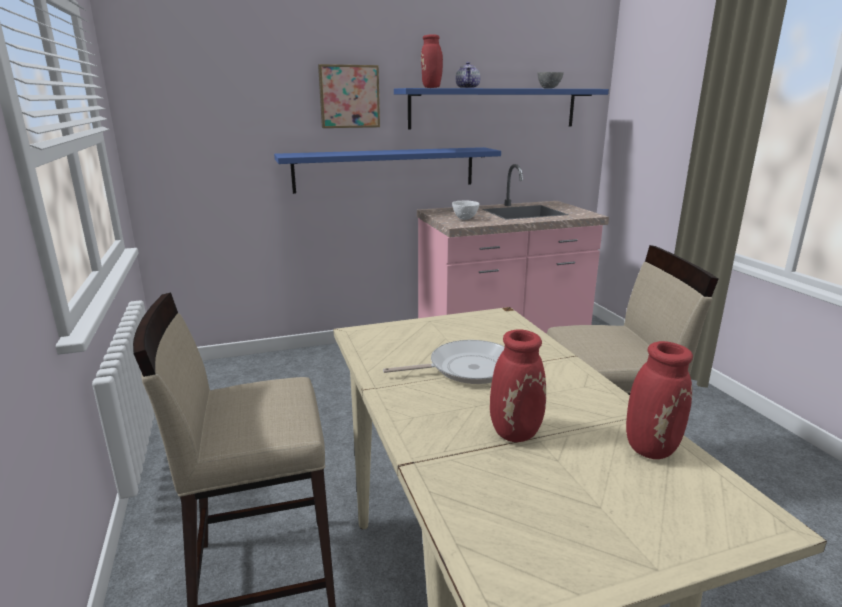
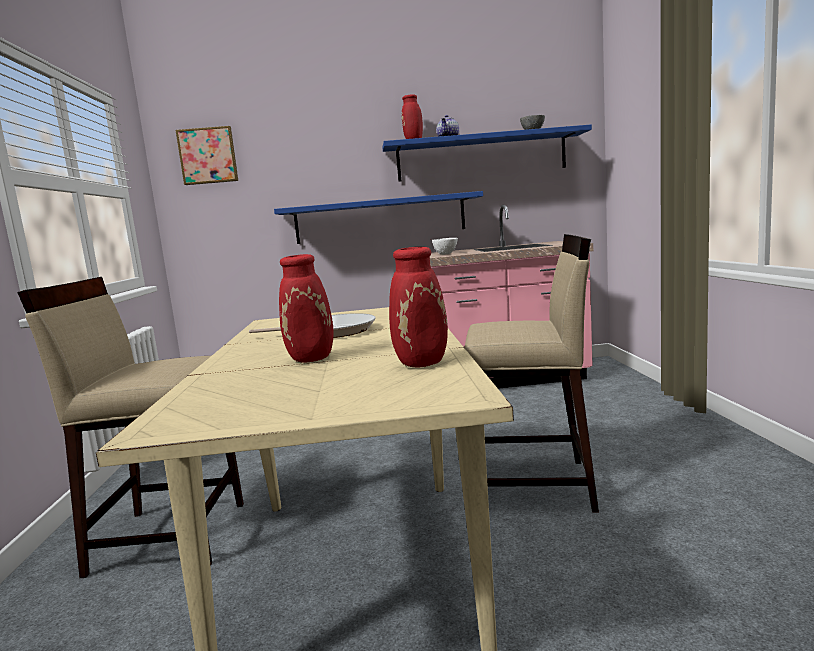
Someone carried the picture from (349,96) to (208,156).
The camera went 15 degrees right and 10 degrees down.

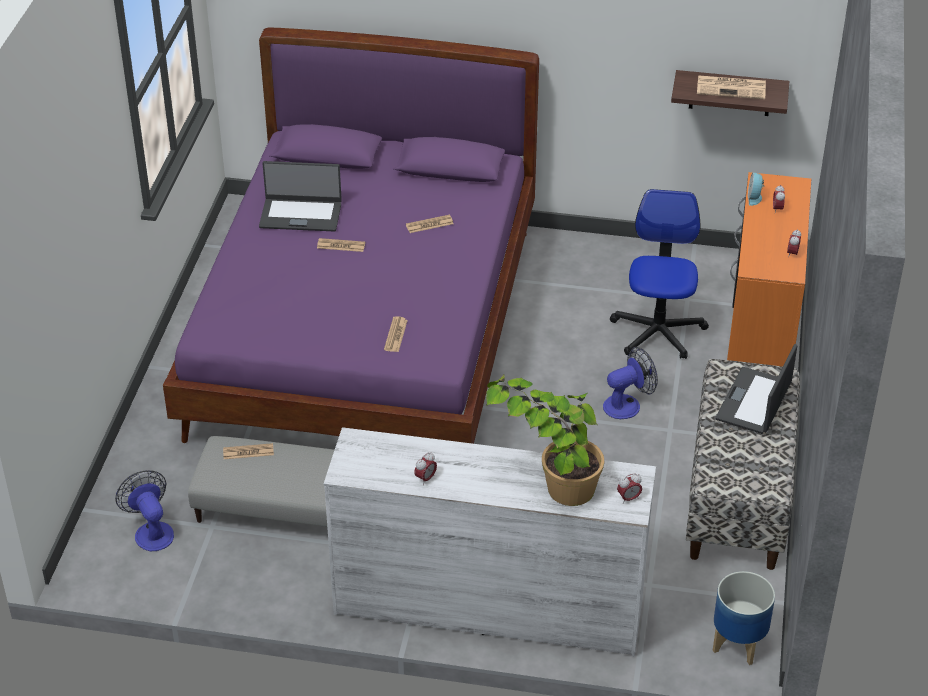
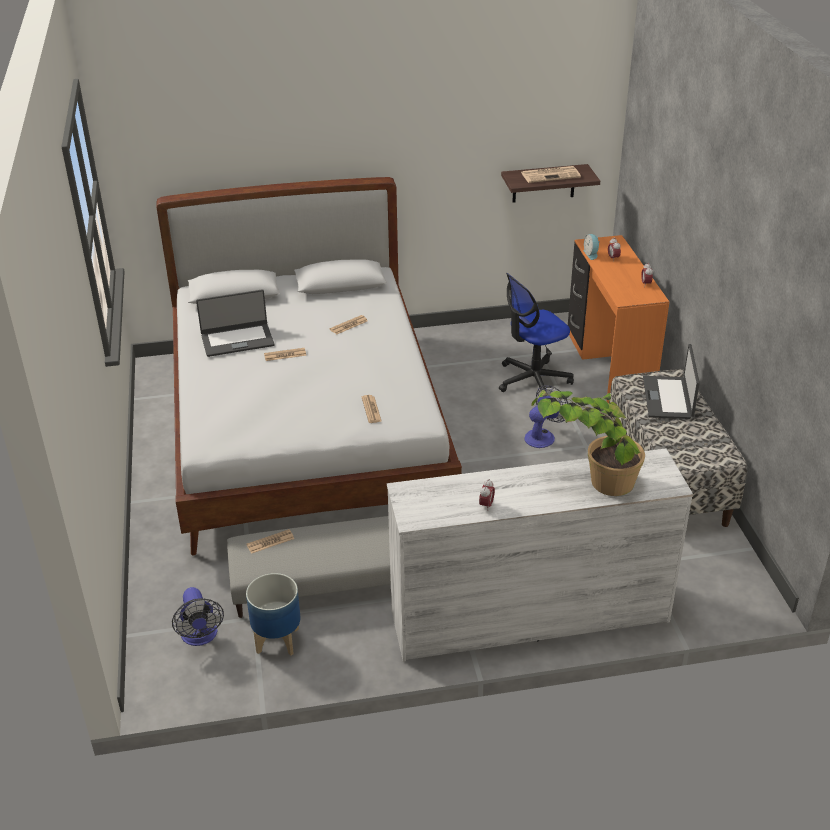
Someone took away the bedside clock at (628,498).
Someone carried the flower pot from (738,643) to (277,640).
Someone repainted the bedroom bed in purplish at (367,334), which became the bedroom bed in whitish at (307,433).
Someone rotated the electric fan at (151,531) by 150 degrees counterclockwise.
Someone rotated the office chair at (658,332) by 105 degrees counterclockwise.
The camera went 20 degrees left and 5 degrees down.

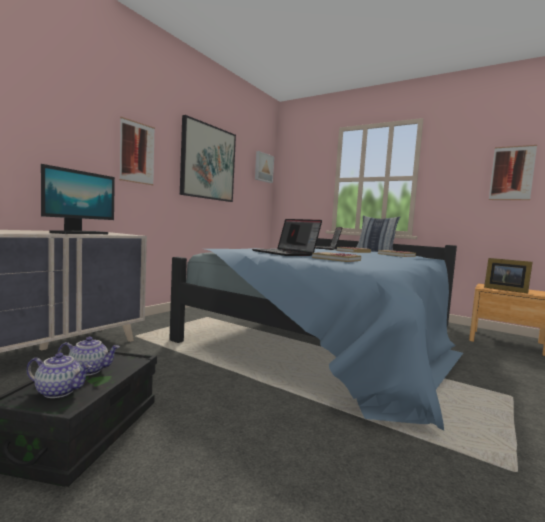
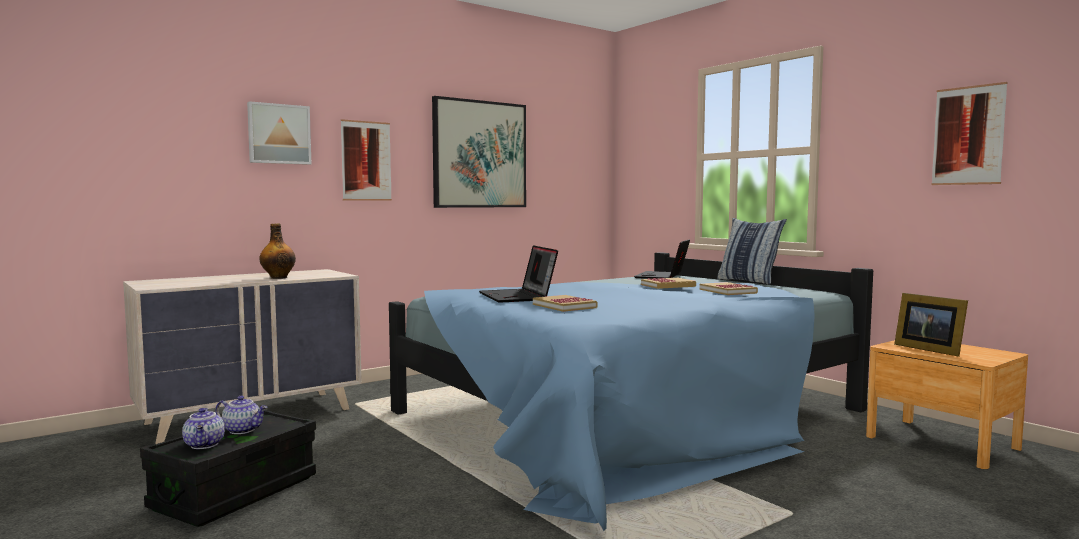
Someone carried the picture from (263,167) to (279,134).
Someone swapped the computer display at (80,233) for the drink bottle at (278,277).
Someone rotated the pot for tea at (60,391) by 45 degrees clockwise.
The camera went 20 degrees right and 0 degrees up.

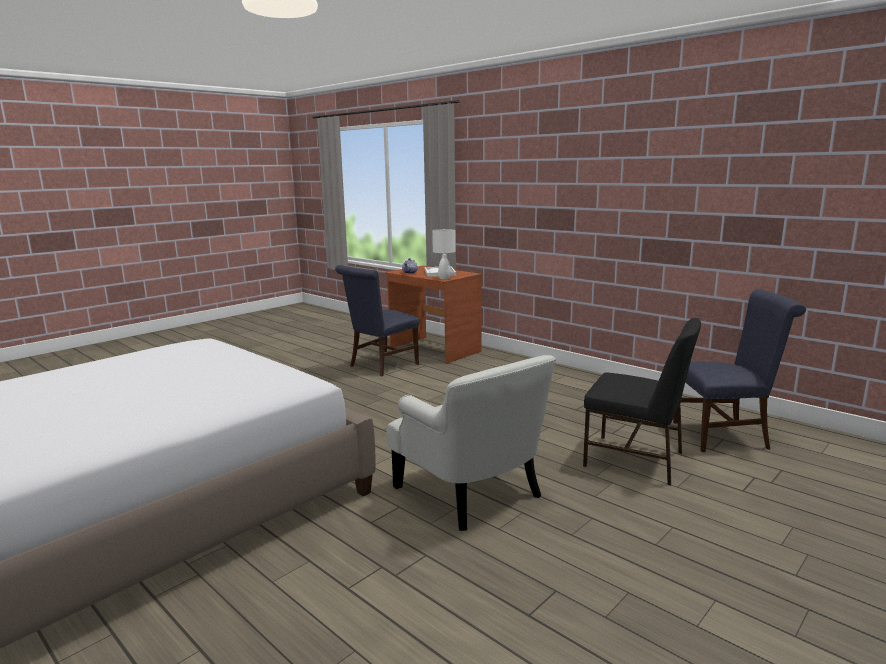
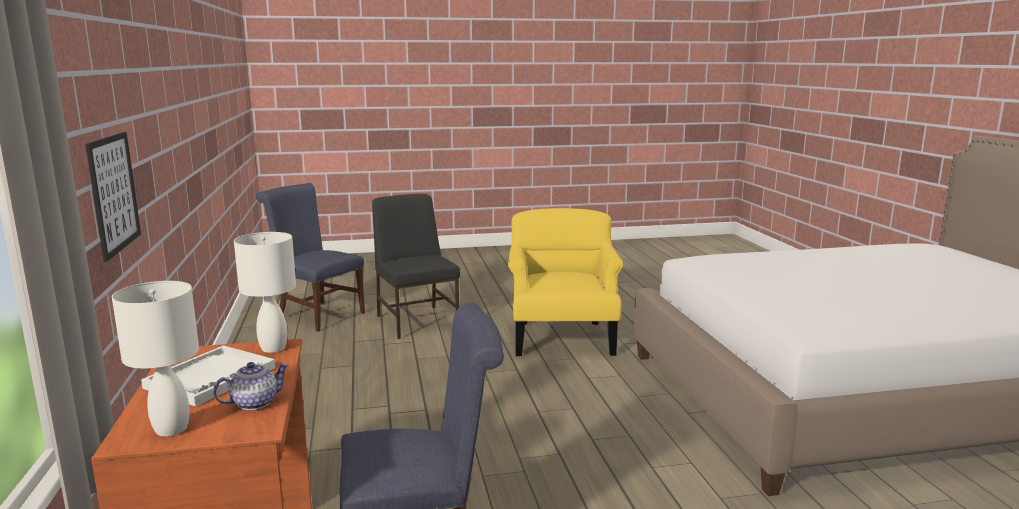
Someone put up the picture at (114,193).
Someone put down the lamp for a table in whitish at (170,429).
Someone repainted the easy chair in whitish at (472,491), which became the easy chair in yellow-coloured at (562,337).
The camera went 145 degrees left and 0 degrees up.

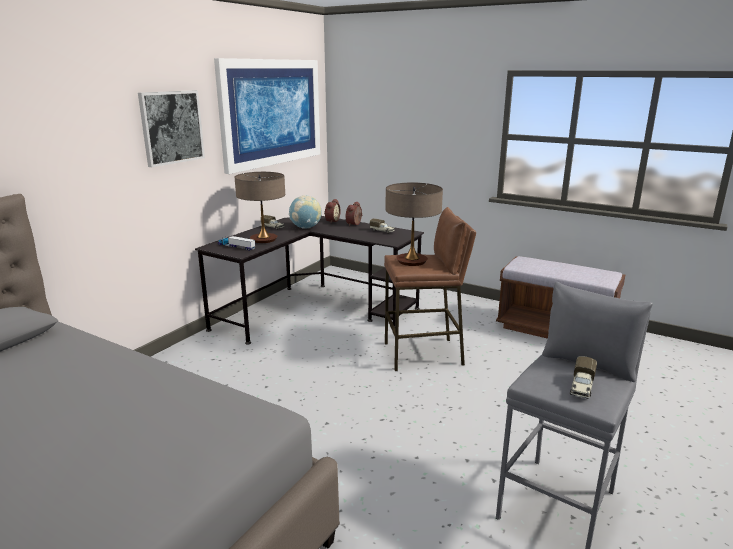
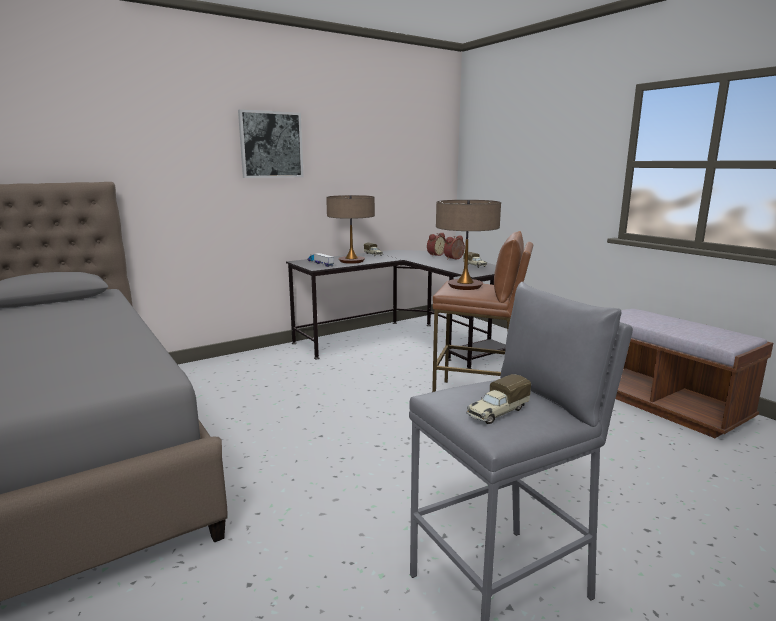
Someone took away the picture at (272,112).
Someone took away the globe at (306,228).
The camera went 25 degrees right and 5 degrees down.

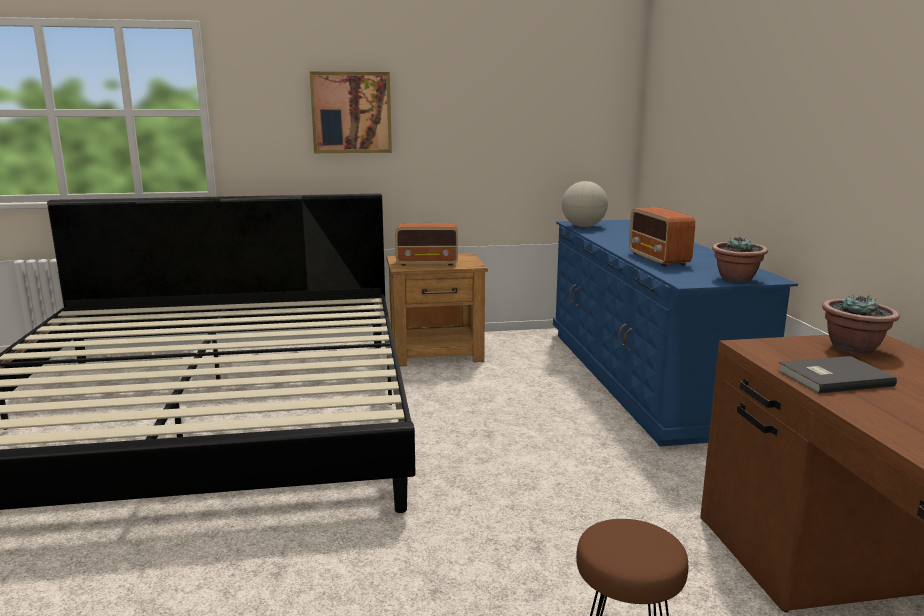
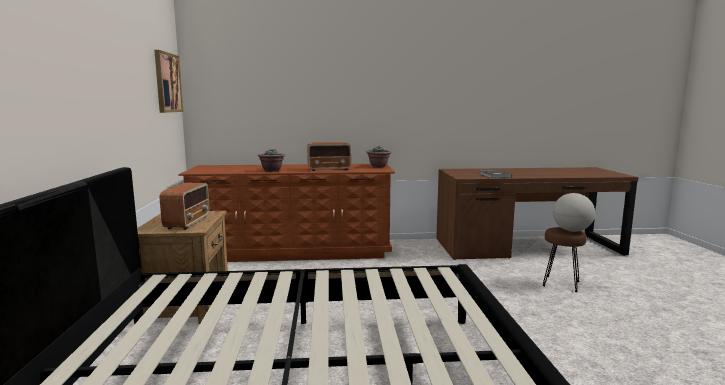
Someone carried the picture from (351,112) to (167,83).
Someone carried the globe from (583,226) to (571,231).
Someone carried the plant in a pot from (853,348) to (272,170).
Someone repainted the drawer chest in bluish at (641,378), which became the drawer chest in brownish at (293,251).
The camera went 85 degrees left and 5 degrees down.

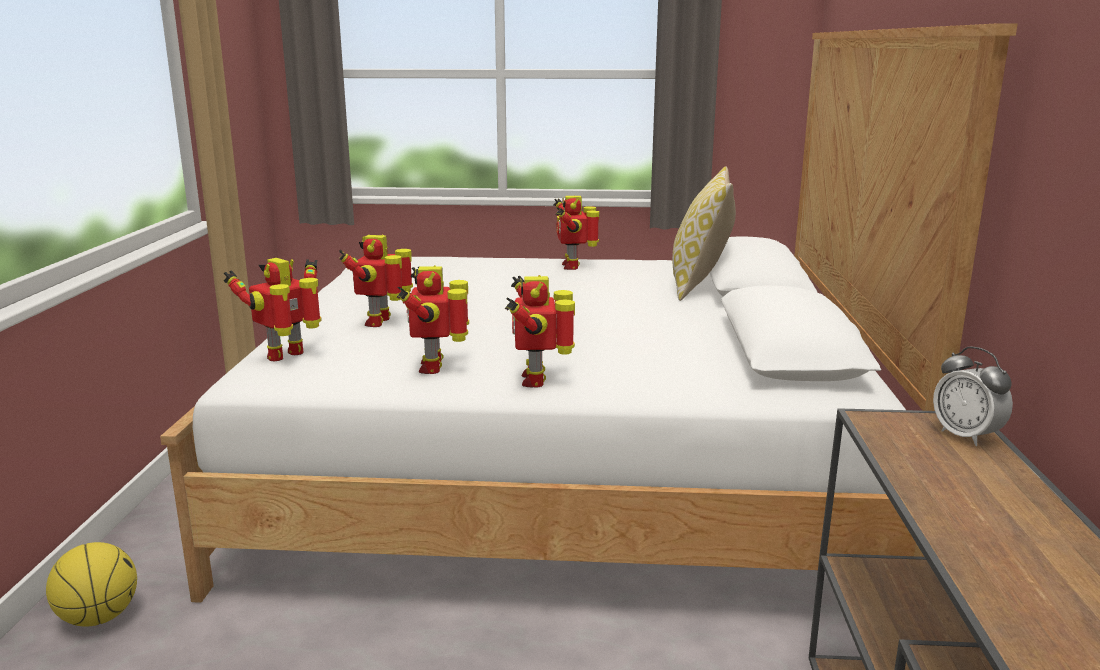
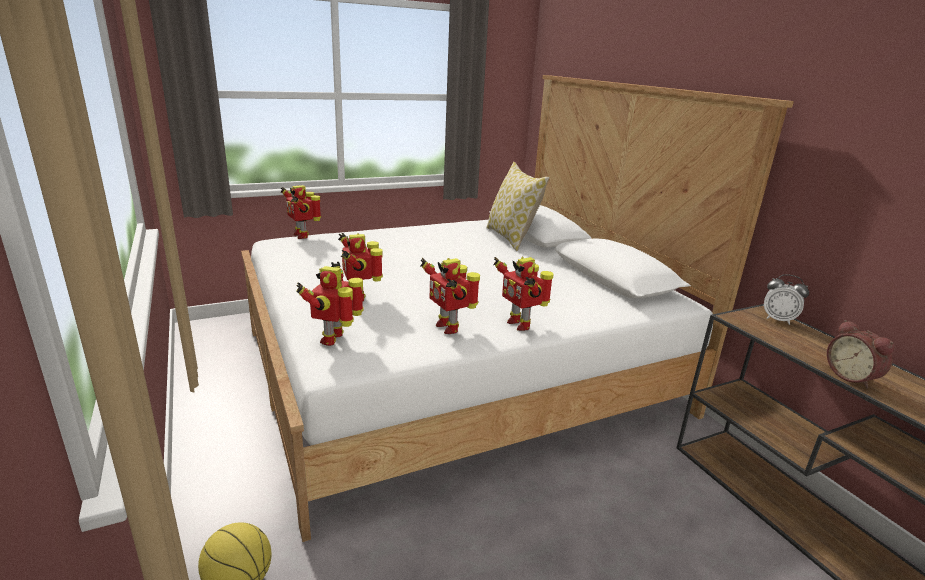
Someone put down the bedside clock at (852,377).
Someone carried the toy robot from (573,266) to (302,235).
The camera went 30 degrees left and 5 degrees up.

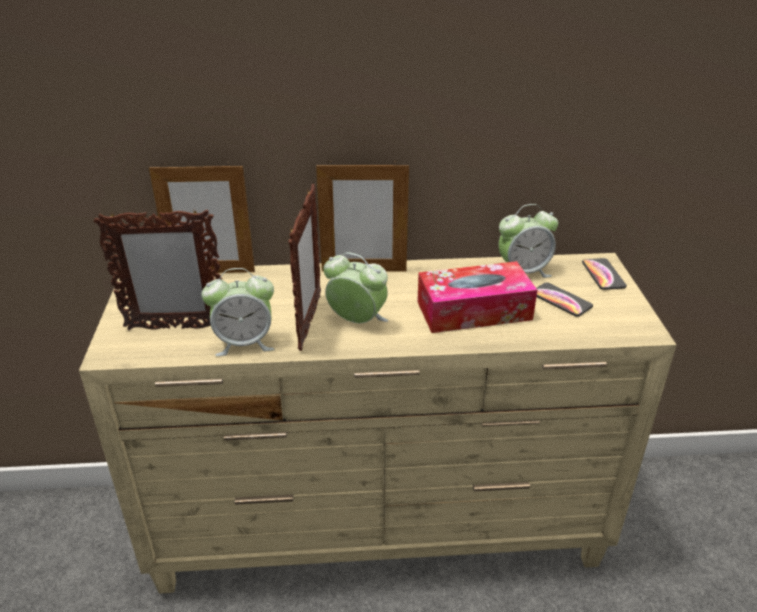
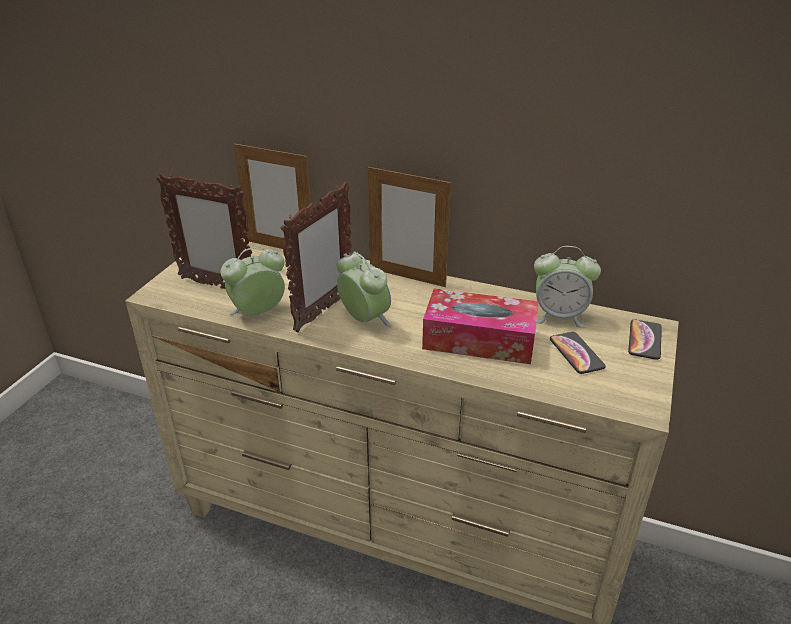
Someone rotated the bedside clock at (244,343) by 135 degrees clockwise.
The camera went 25 degrees right and 0 degrees up.

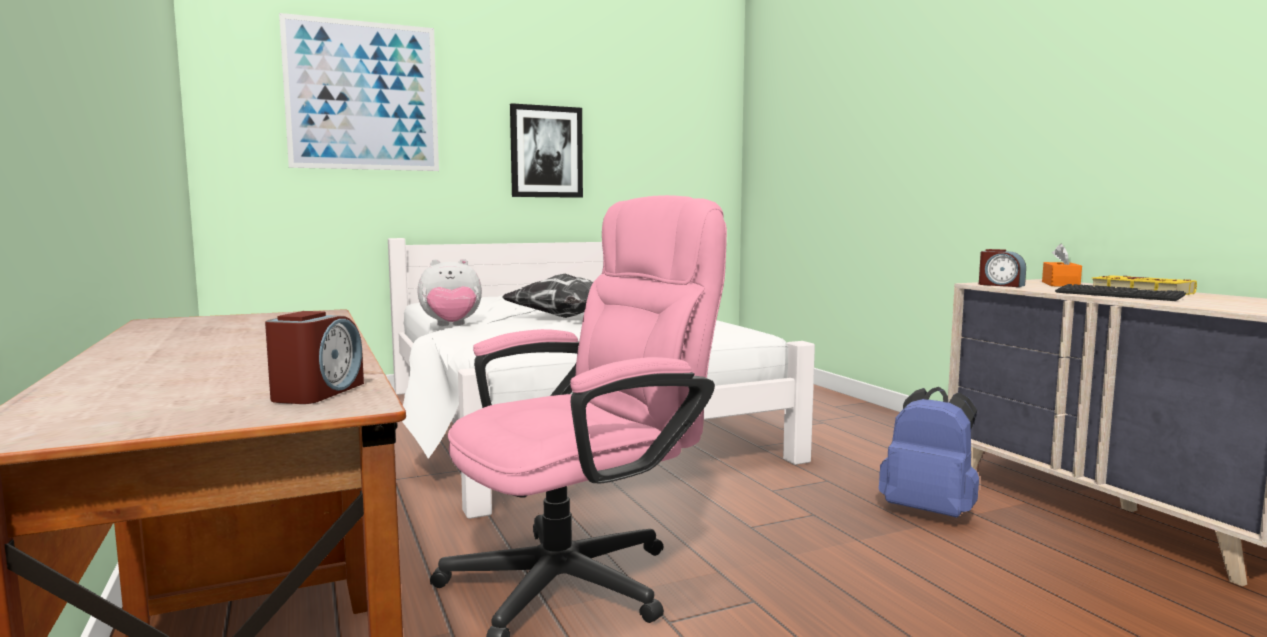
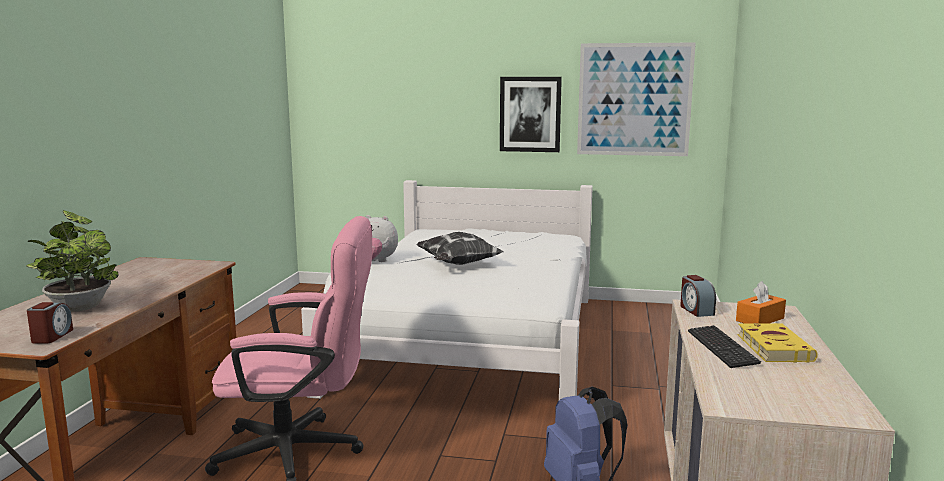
Someone put down the plant in a pot at (79,306).
Someone carried the picture from (363,96) to (634,100).
Someone rotated the bedside clock at (317,392) by 45 degrees counterclockwise.
The camera went 35 degrees right and 5 degrees up.

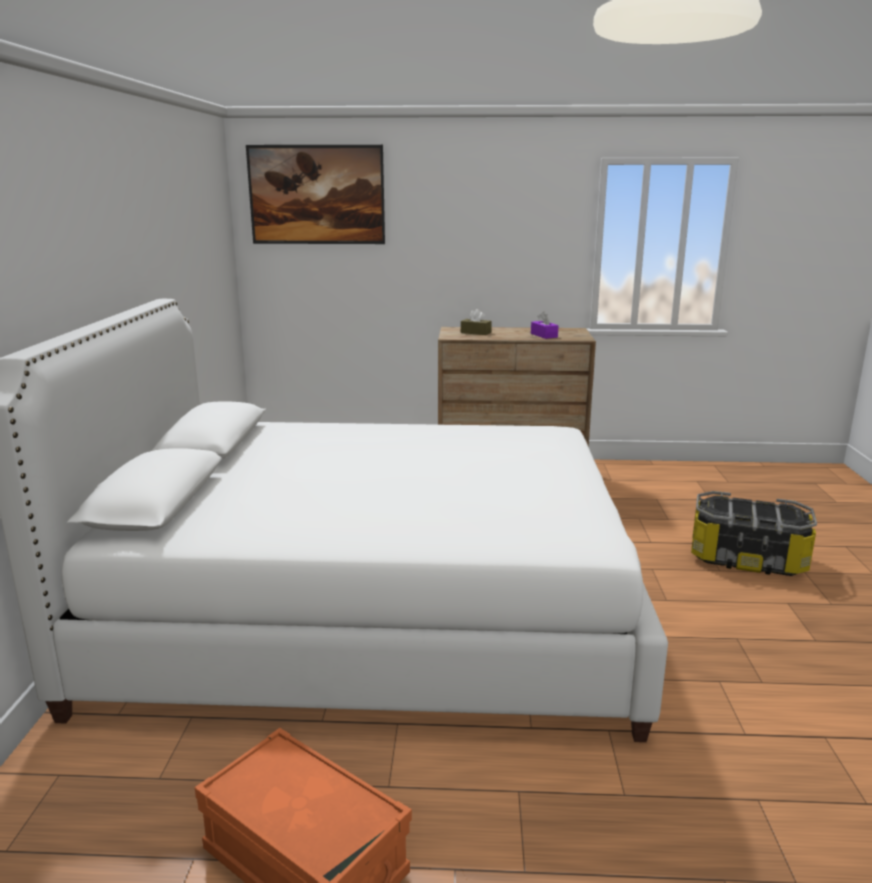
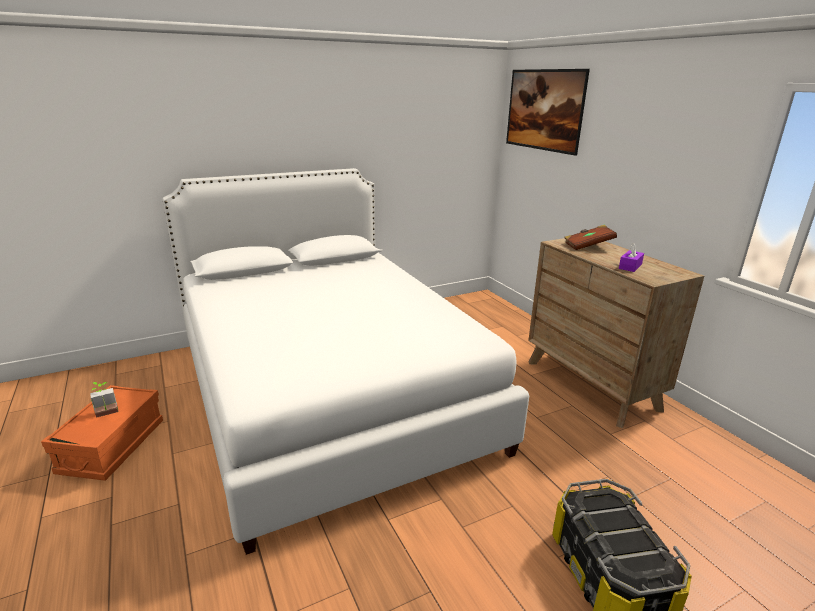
Someone put down the plant in a pot at (107,414).
Someone swapped the box of tissues in brownish at (475,332) for the bound book in brownish at (588,246).
The camera went 60 degrees right and 5 degrees up.

